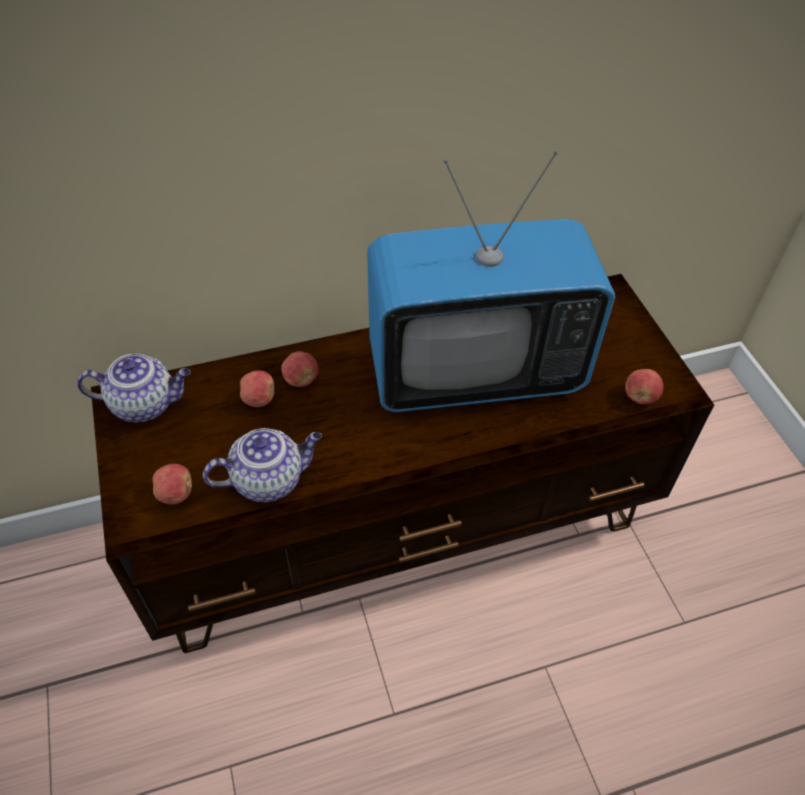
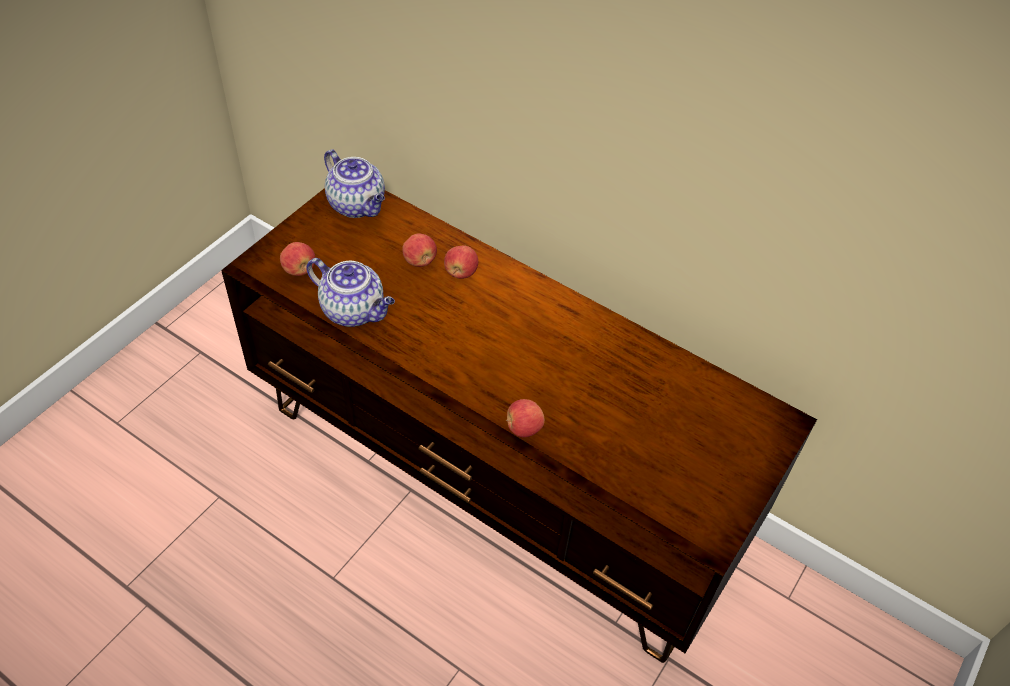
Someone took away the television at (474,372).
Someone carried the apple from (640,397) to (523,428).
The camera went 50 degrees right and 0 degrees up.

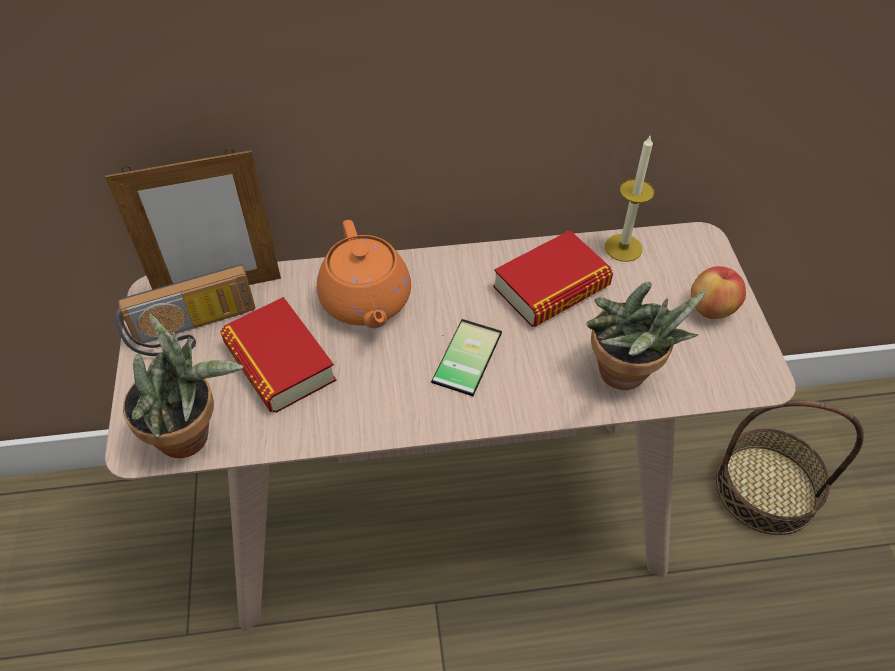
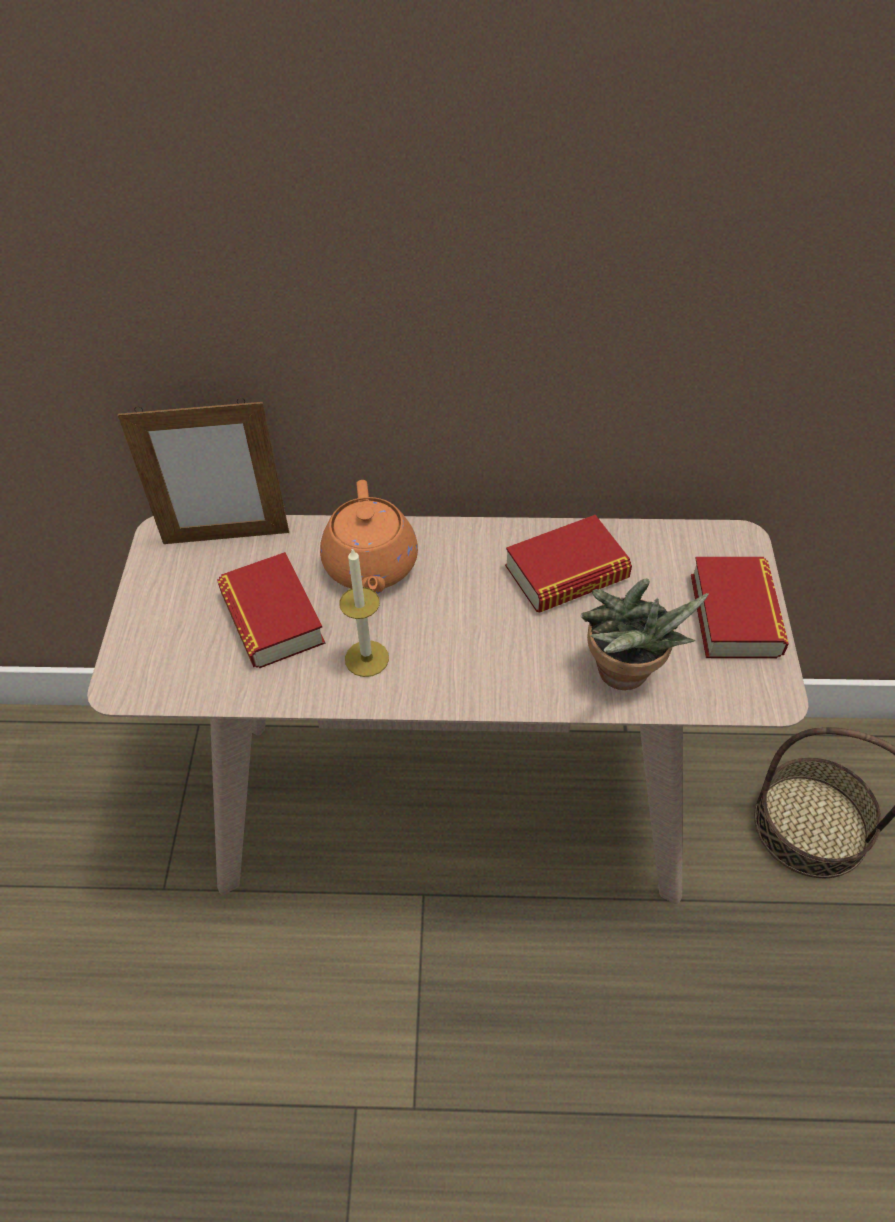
Someone took away the radio receiver at (193,332).
Someone took away the plant in a pot at (192,435).
Someone took away the telephone at (462,355).
Someone carried the candle from (623,248) to (366,658).
Someone swapped the apple at (711,308) for the bound book at (735,615).
The camera went 10 degrees right and 0 degrees up.

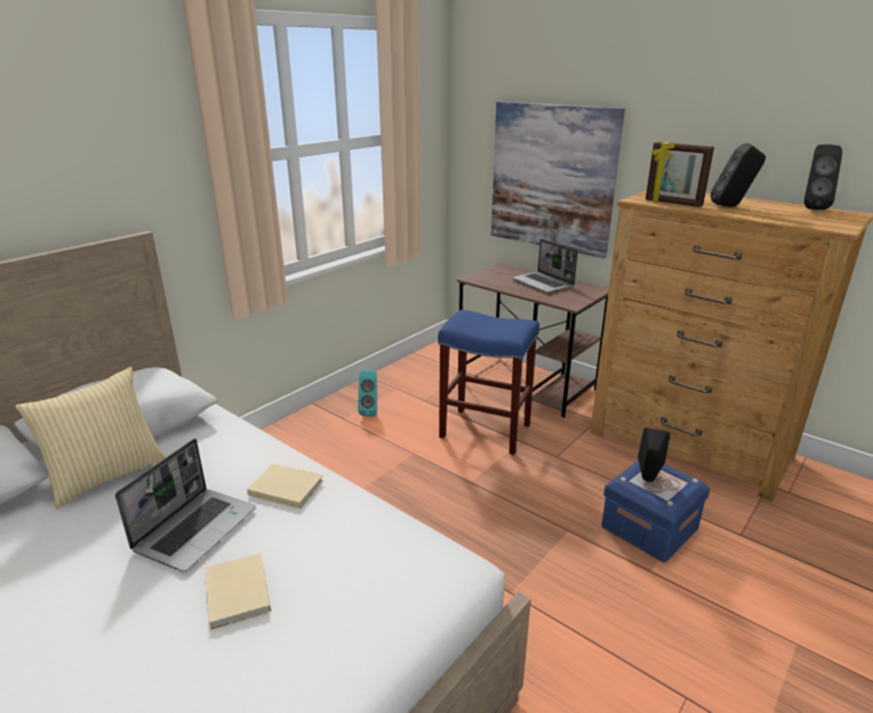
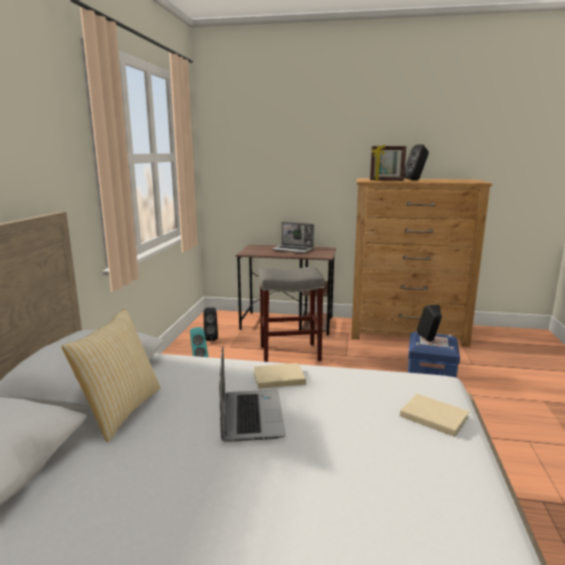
Someone took away the picture at (552,178).
Someone carried the bound book in beige from (239,590) to (432,415).
Someone carried the loudspeaker in black from (812,208) to (211,338).
Someone repainted the stool in bluish at (484,431), which became the stool in gray at (289,353).
The camera went 30 degrees left and 10 degrees down.

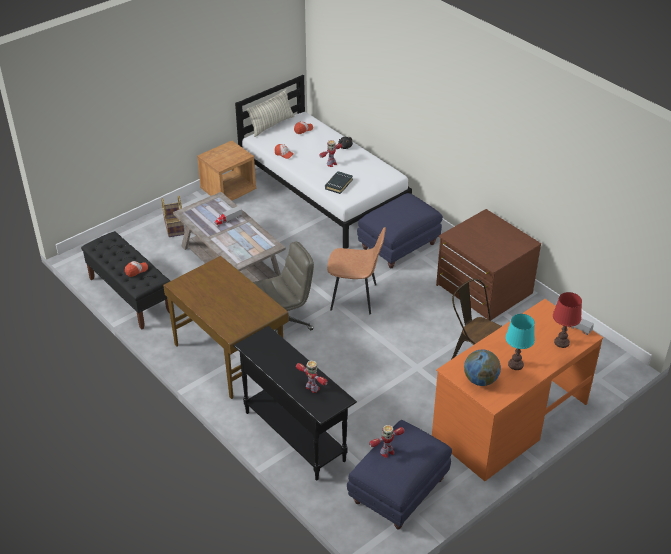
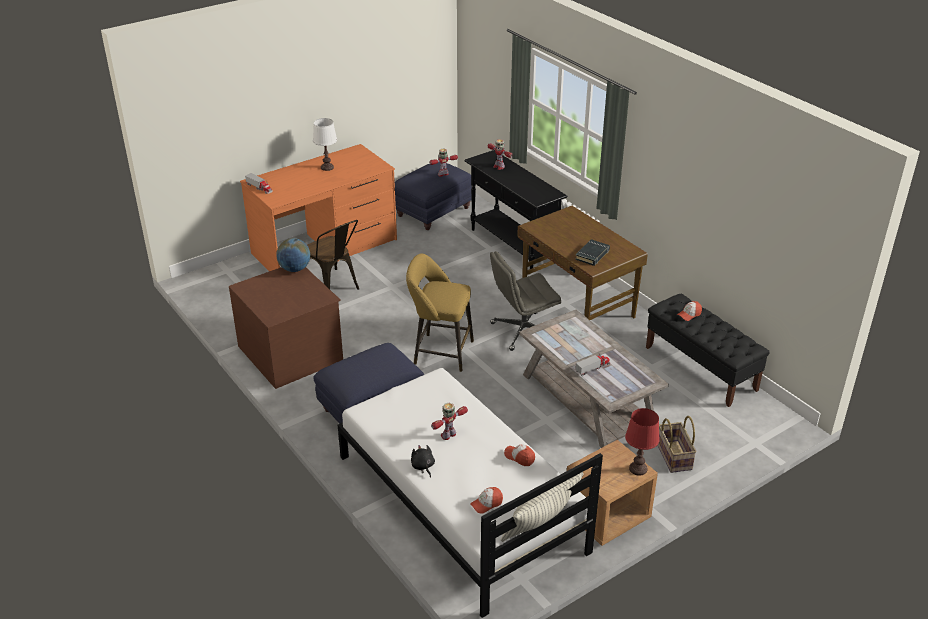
Someone carried the bound book in black from (338,184) to (592,255).
Someone carried the globe from (480,380) to (295,269).
Someone carried the lamp for a table in red-coloured from (561,342) to (638,469).
Someone swapped the plain chair in brownish at (355,297) for the stool in yellow-coloured at (440,352).
Someone repainted the lamp for a table in blue-green at (516,364), which became the lamp for a table in whitish at (327,167).
The camera went 175 degrees left and 5 degrees down.

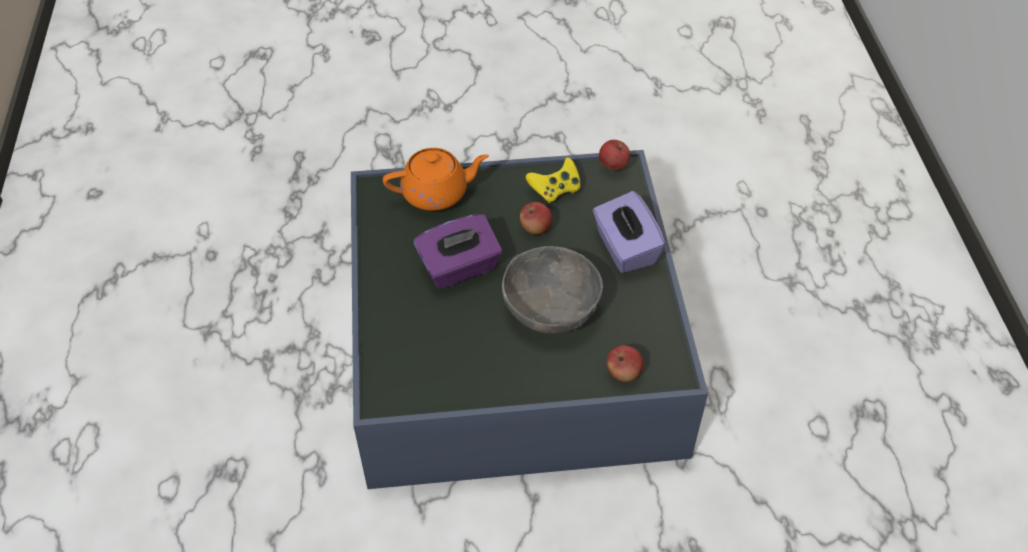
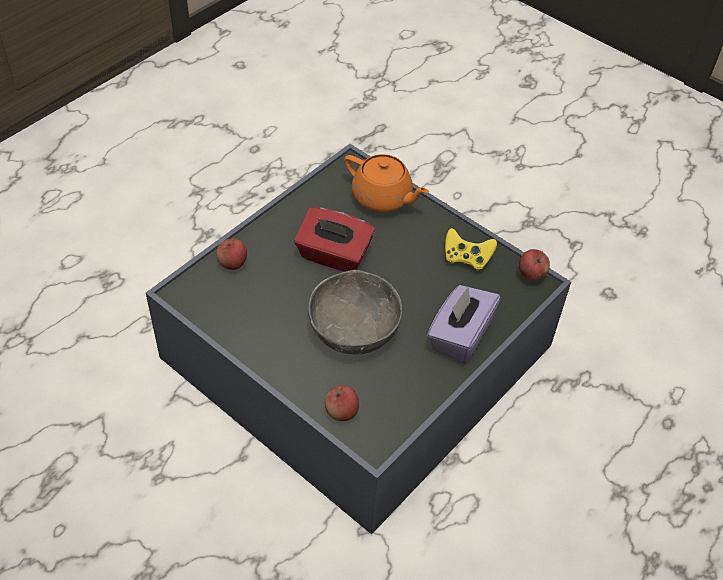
Someone carried the apple from (535,229) to (233,263).
Someone repainted the box of tissues in purplish at (459,268), which became the box of tissues in red-coloured at (333,256).
The camera went 45 degrees right and 0 degrees up.

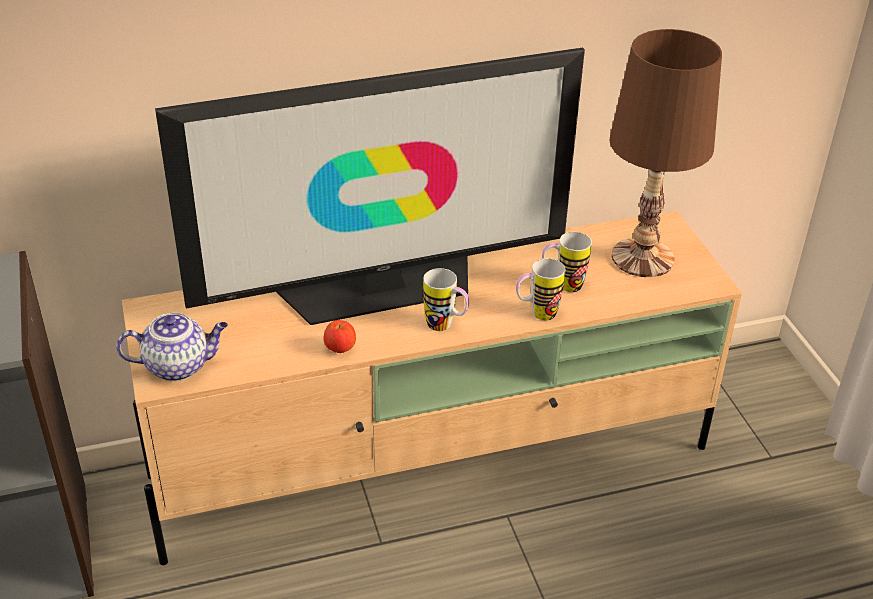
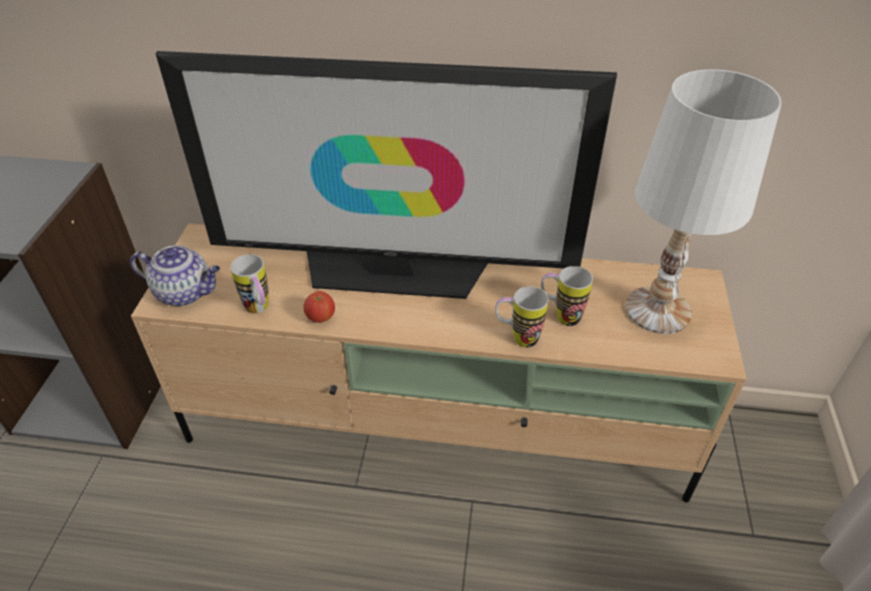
Someone carried the coffee mug from (446,326) to (260,310).
Someone repainted the lamp for a table in brownish at (642,258), which became the lamp for a table in whitish at (657,310).
The camera went 25 degrees right and 5 degrees up.

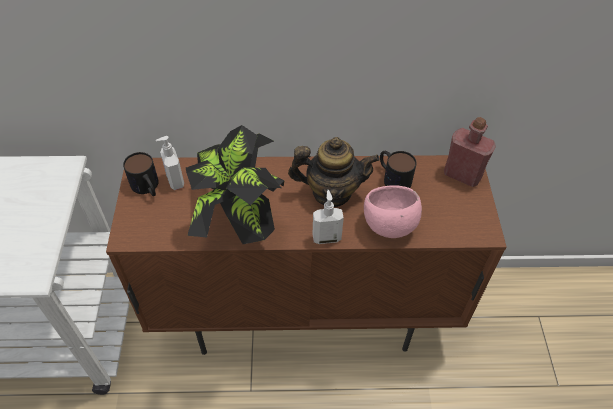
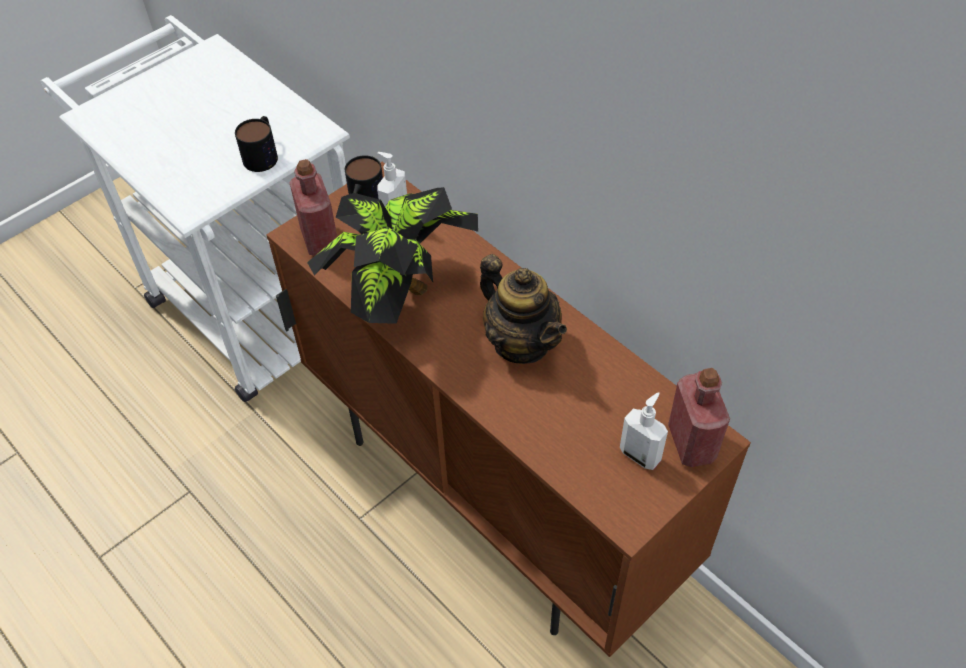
Someone took away the deep dish in pinkish at (389,226).
Someone put down the drink bottle in red-coloured at (319,239).
Someone carried the liquid soap bottle from (326,237) to (640,454).
Someone carried the coffee mug from (393,177) to (263,154).
The camera went 50 degrees right and 0 degrees up.

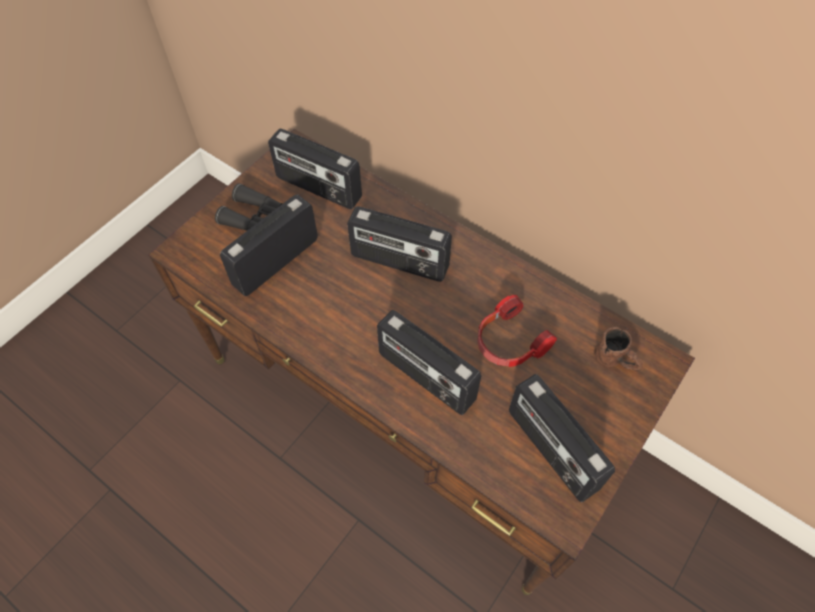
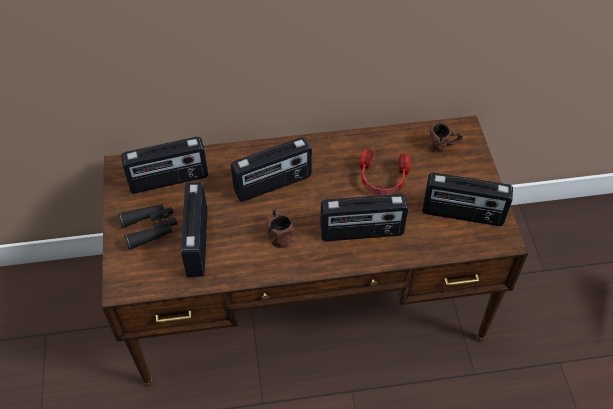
Someone put down the coffee mug in brownish at (279,233).
The camera went 45 degrees left and 5 degrees down.

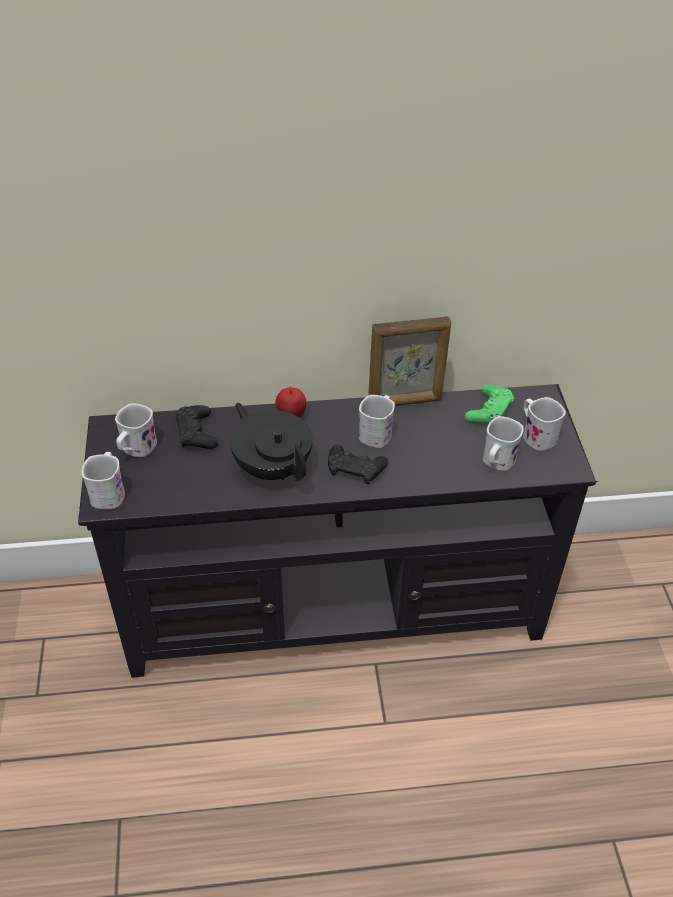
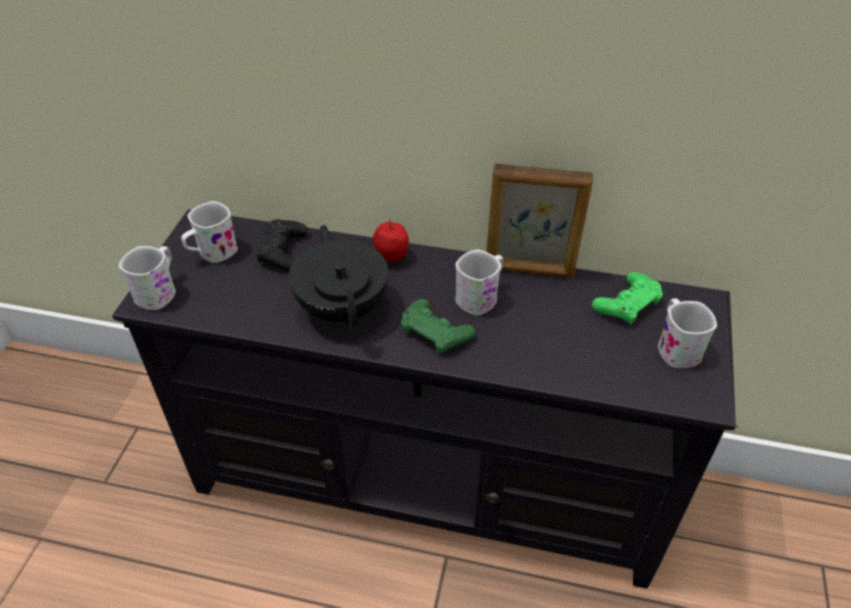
Someone took away the coffee mug in whitish at (496,462).
Someone repainted the gamepad in black at (355,468), which became the gamepad in green-coloured at (435,332).
The camera went 20 degrees right and 0 degrees up.

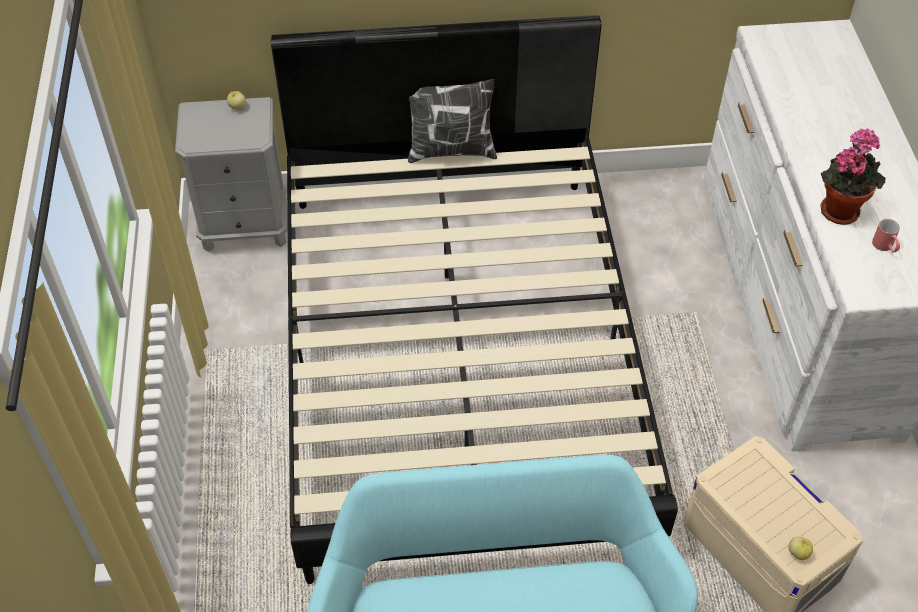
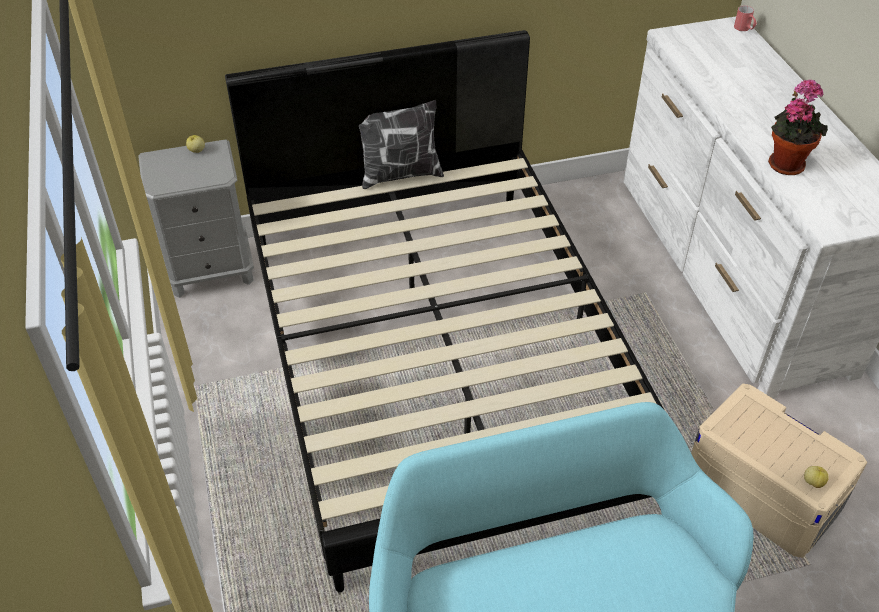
Someone carried the coffee mug in red-coloured from (885,247) to (744,29).
The camera went 10 degrees left and 5 degrees down.

